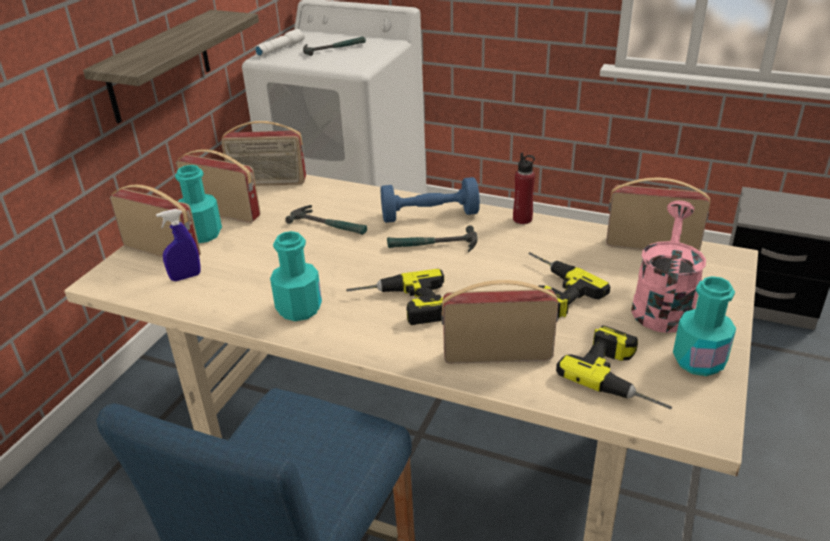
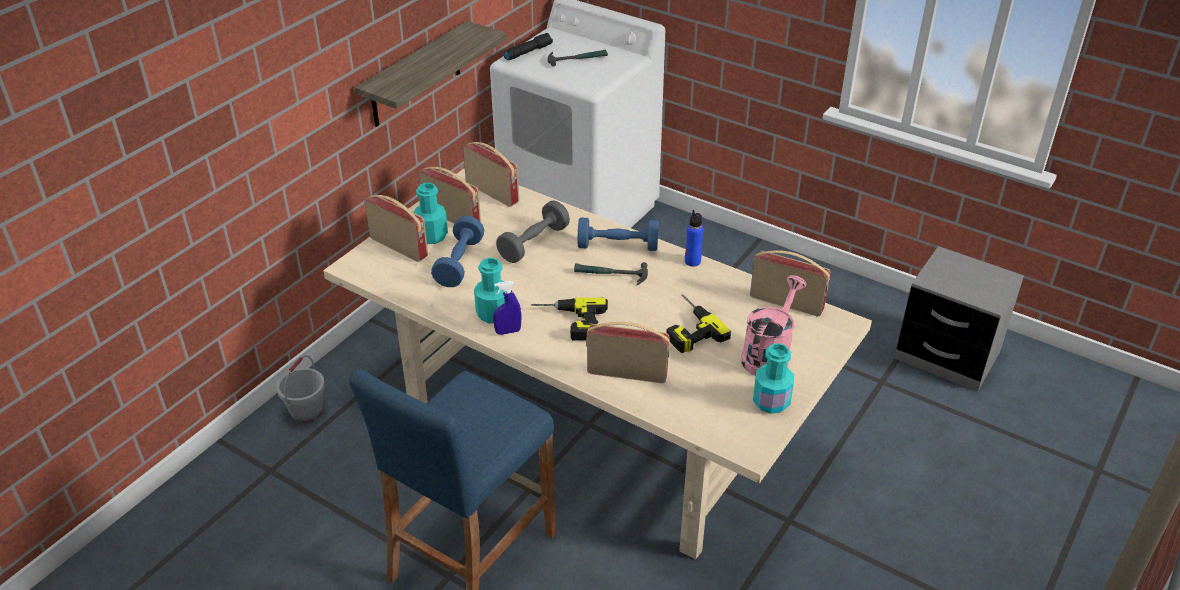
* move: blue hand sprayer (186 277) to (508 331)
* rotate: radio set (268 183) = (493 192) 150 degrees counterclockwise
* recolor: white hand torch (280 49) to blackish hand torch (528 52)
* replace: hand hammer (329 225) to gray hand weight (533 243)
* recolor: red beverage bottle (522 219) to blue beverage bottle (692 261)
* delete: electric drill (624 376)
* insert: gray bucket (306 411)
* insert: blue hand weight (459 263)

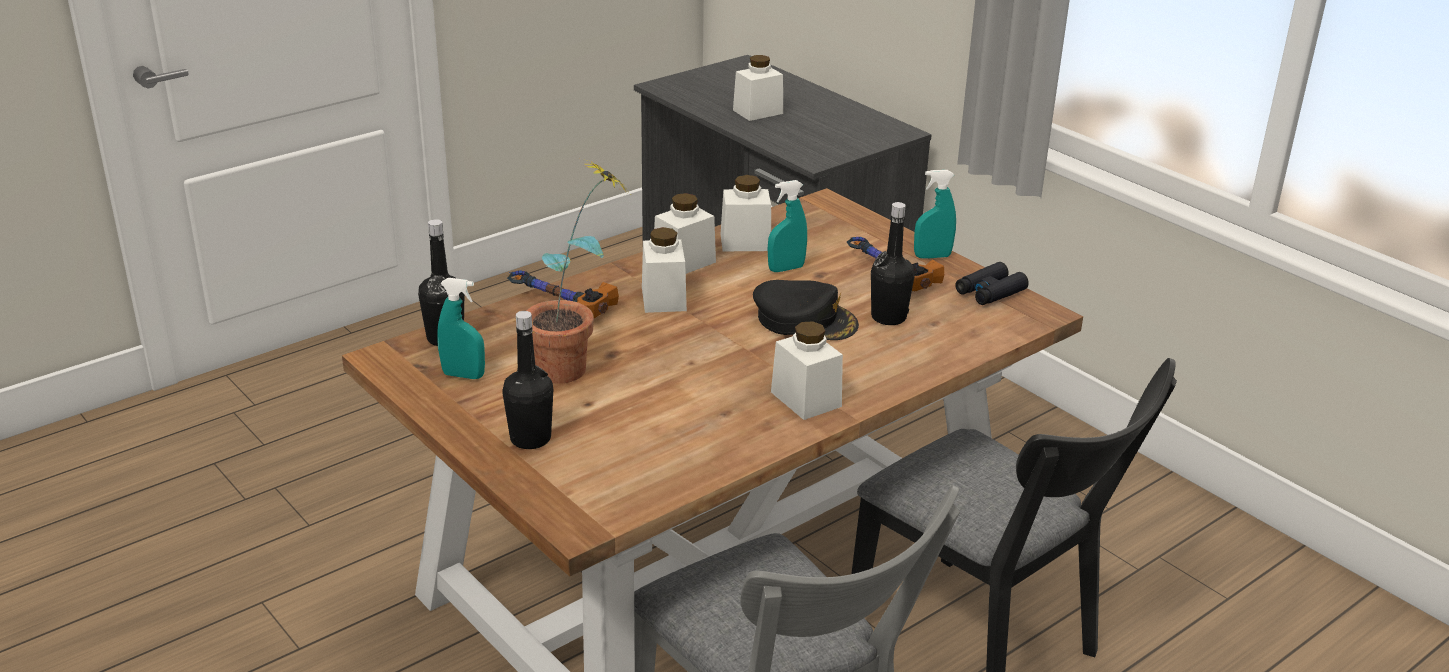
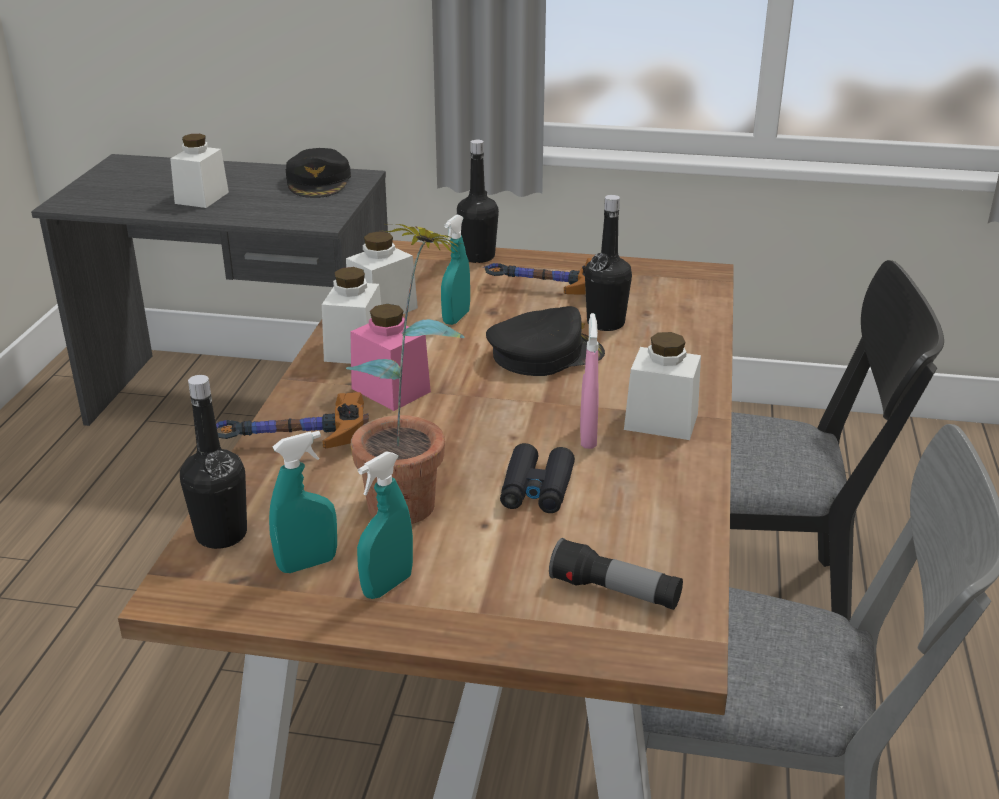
* move: blackish beverage bottle (530 439) to (478 257)
* recolor: white jar (663 299) to pink-coloured jar (391 390)
* move: turquoise-coloured hand sprayer (932 256) to (387 586)
* move: blackish field glasses (990 292) to (536 489)
* insert: blackish cap (319 182)
* insert: hand torch (615 592)
* insert: pink-coloured hand sprayer (588 437)

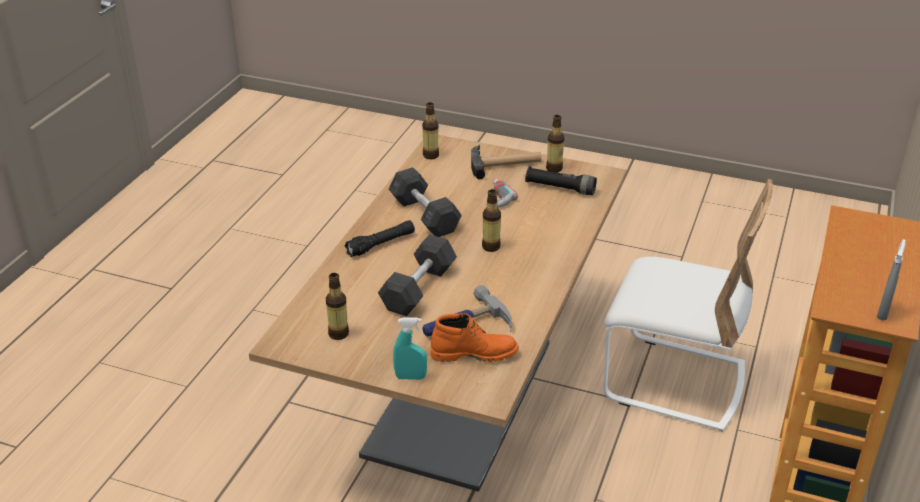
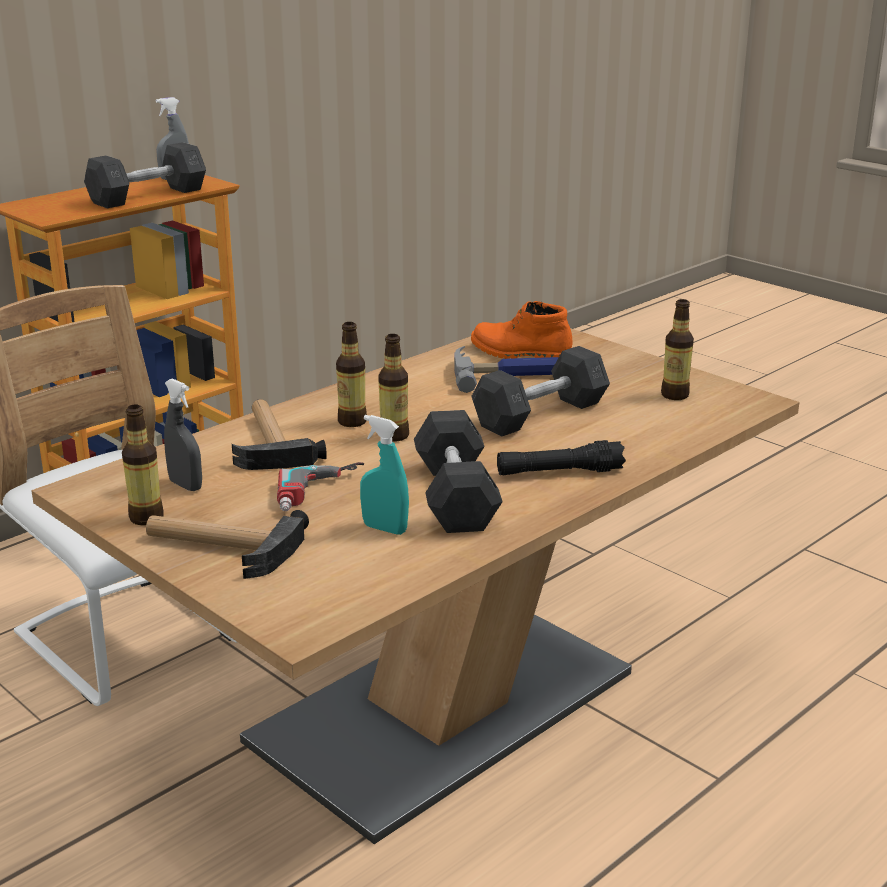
* move: turquoise-coloured hand sprayer (410 377) to (384 529)
* move: beverage bottle (430 155) to (352 422)
* replace: blackish hand torch (560 188) to gray hand sprayer (185 485)
* insert: gray hand weight (148 196)
* insert: hand hammer (270 441)

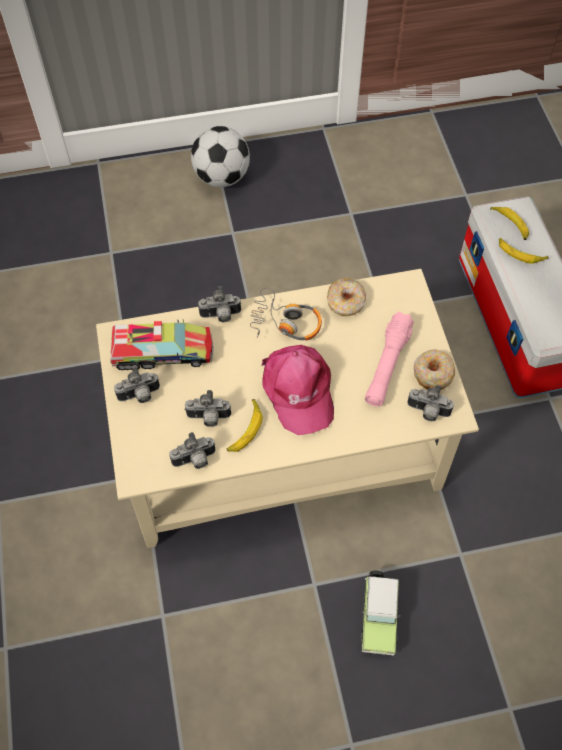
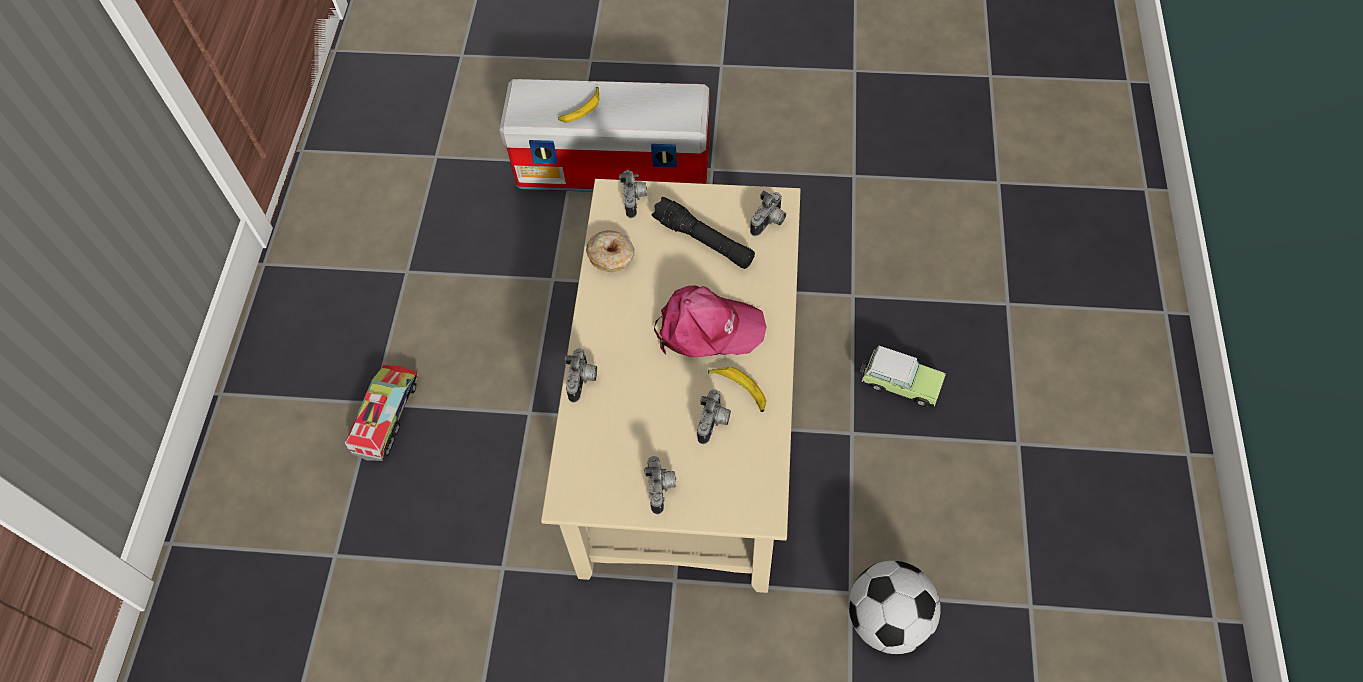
* move: toy truck (162 352) to (386 415)
* move: still camera (195 460) to (635 200)
* move: ball for football (221 178) to (888 620)
* delete: headphones (286 322)
* recolor: pink-coloured hand torch (387 365) to blackish hand torch (704 241)
* delete: donut (432 374)
* delete: banana (510 224)

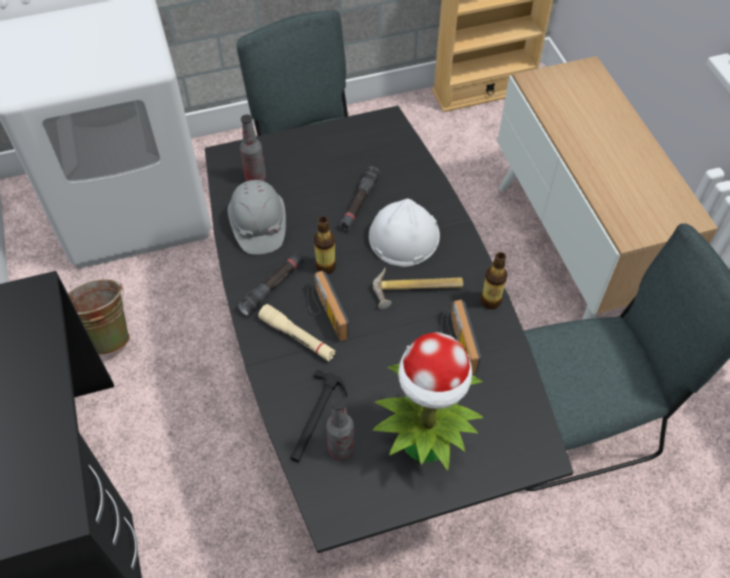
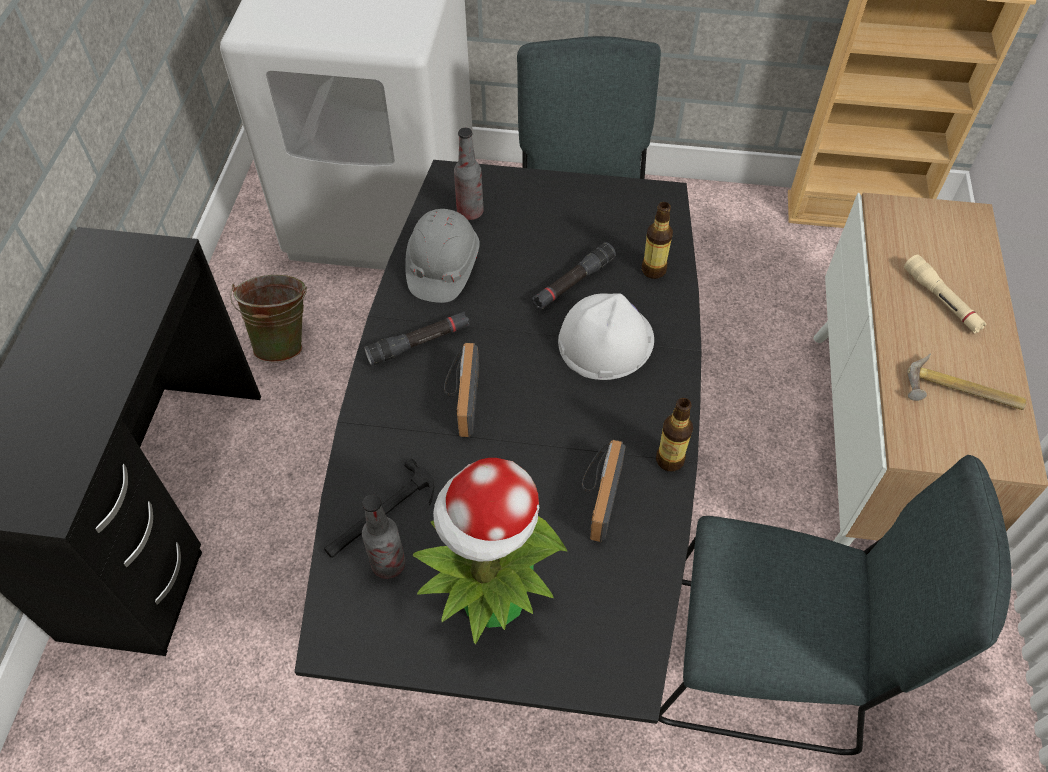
* move: beige hand torch (297 337) to (941 300)
* move: beverage bottle (325 266) to (653 270)
* move: hand hammer (417 291) to (961 395)

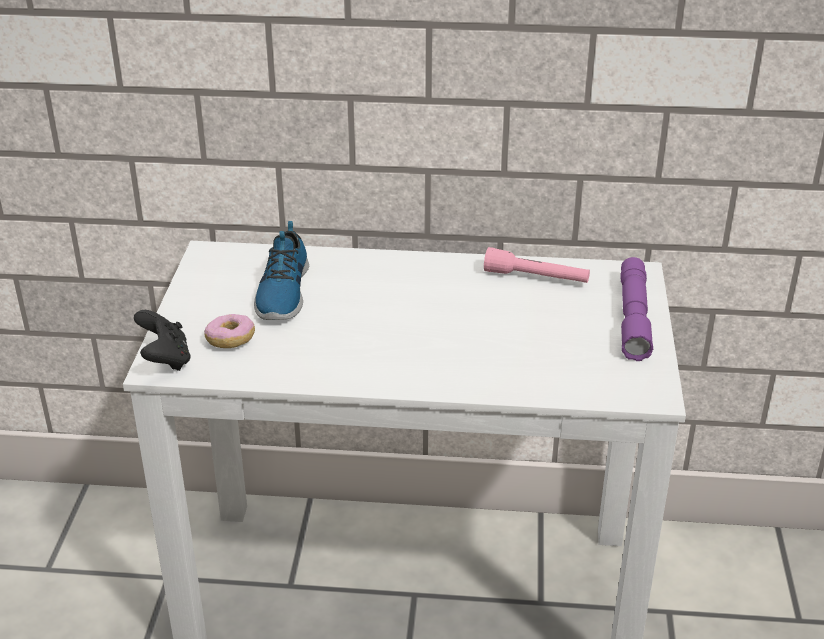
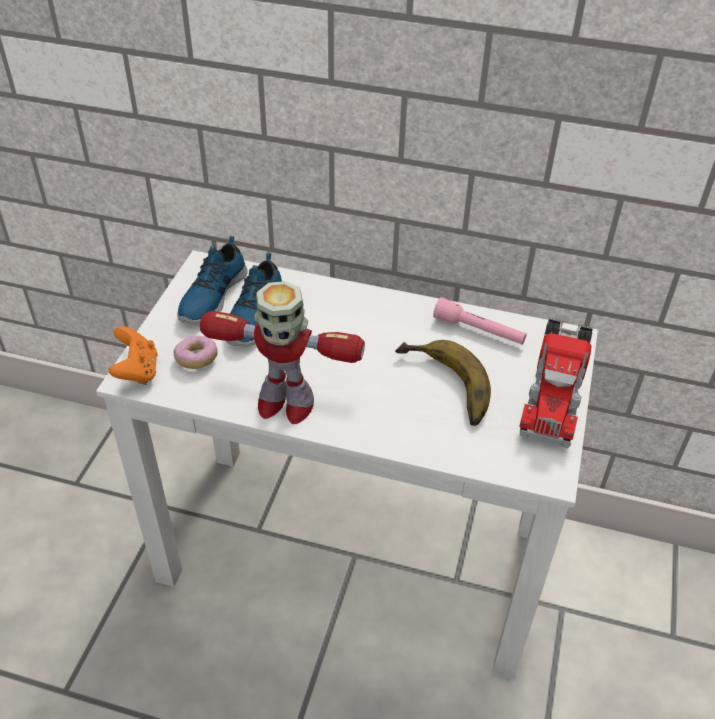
* recolor: blackish joypad (165 360) to orange-coloured joypad (137 371)
* replace: purplish hand torch (633 318) to toy truck (555 387)
* insert: item of footwear (211 295)
* insert: robot figure (284 403)
* insert: banana (442 388)

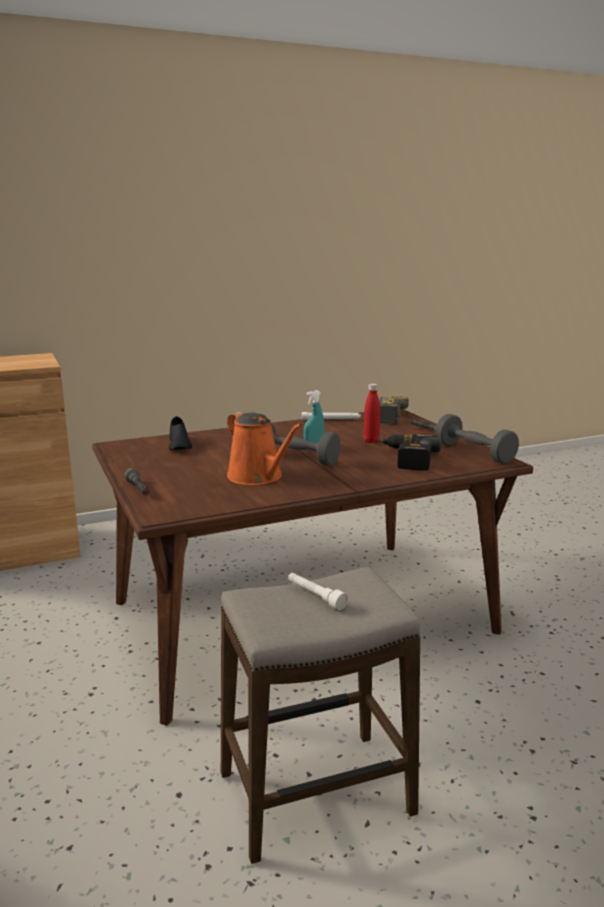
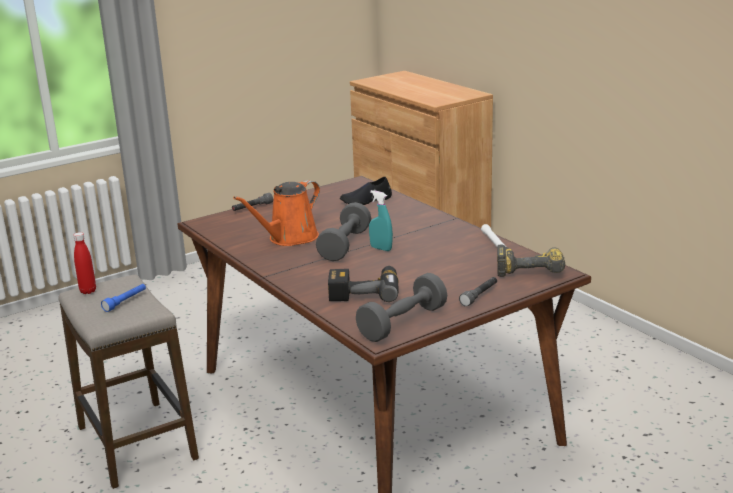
* recolor: white hand torch (315 596) to blue hand torch (125 302)
* move: red beverage bottle (371 441) to (88 291)

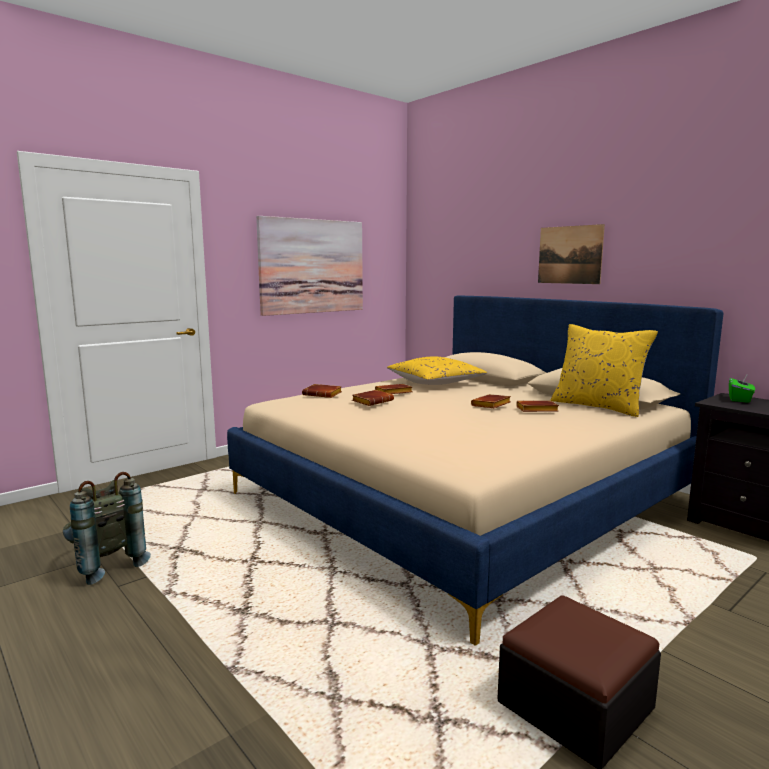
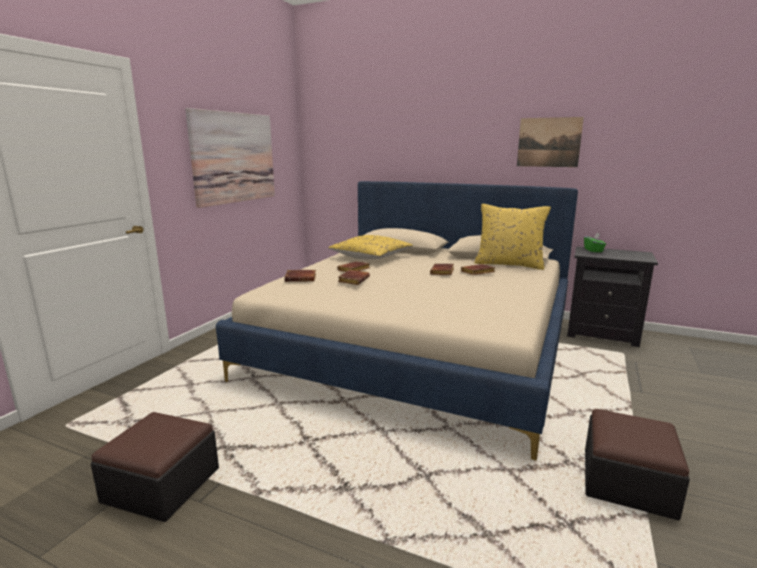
* replace: gray rucksack (104 565) to pouffe (162 485)
* move: picture (569 255) to (549 142)

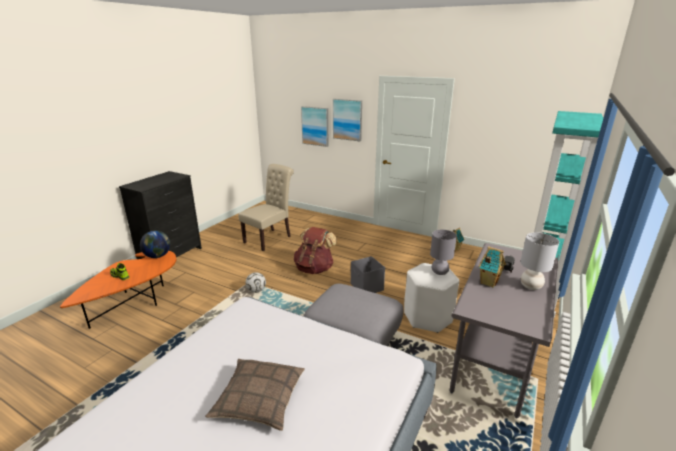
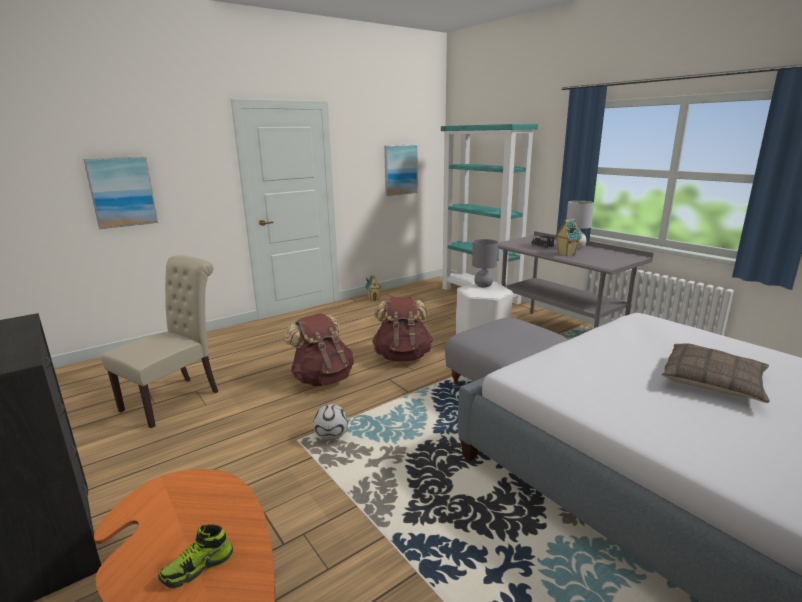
* delete: globe (158 256)
* rotate: beige upright chair (270 238) = (176 398) 60 degrees clockwise
* move: picture (347 119) to (400 169)
* replace: gray storage container (367 287) to brown rucksack (402 356)

